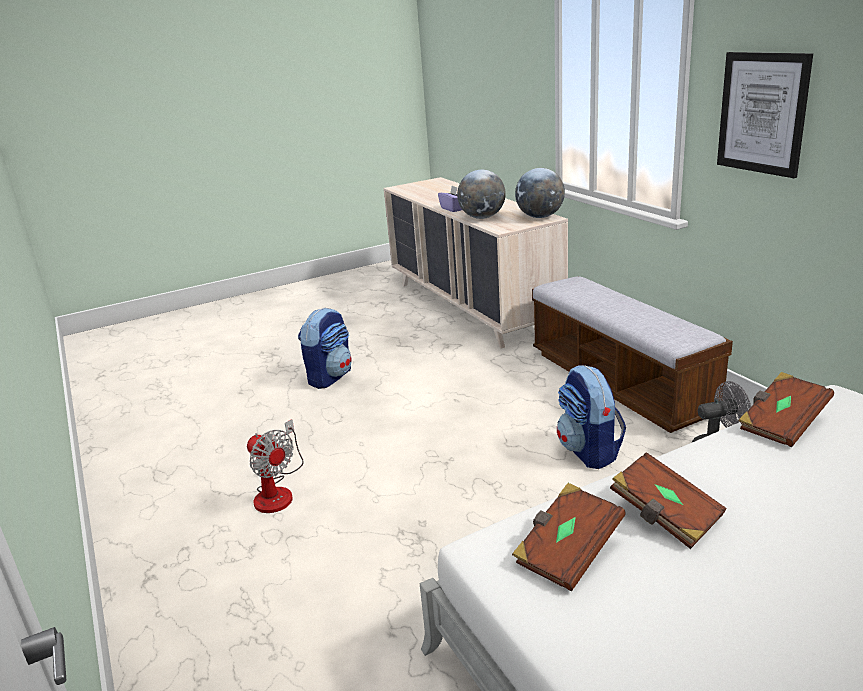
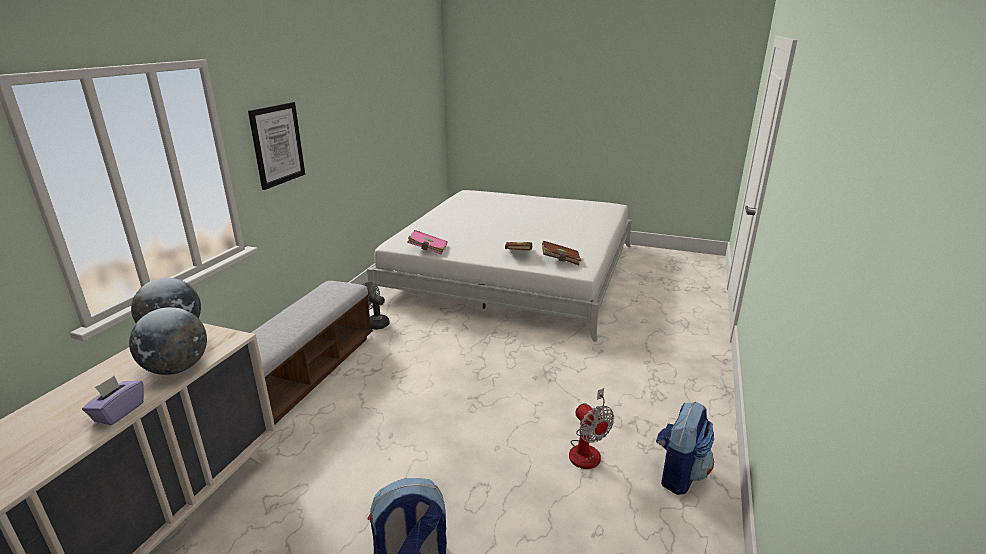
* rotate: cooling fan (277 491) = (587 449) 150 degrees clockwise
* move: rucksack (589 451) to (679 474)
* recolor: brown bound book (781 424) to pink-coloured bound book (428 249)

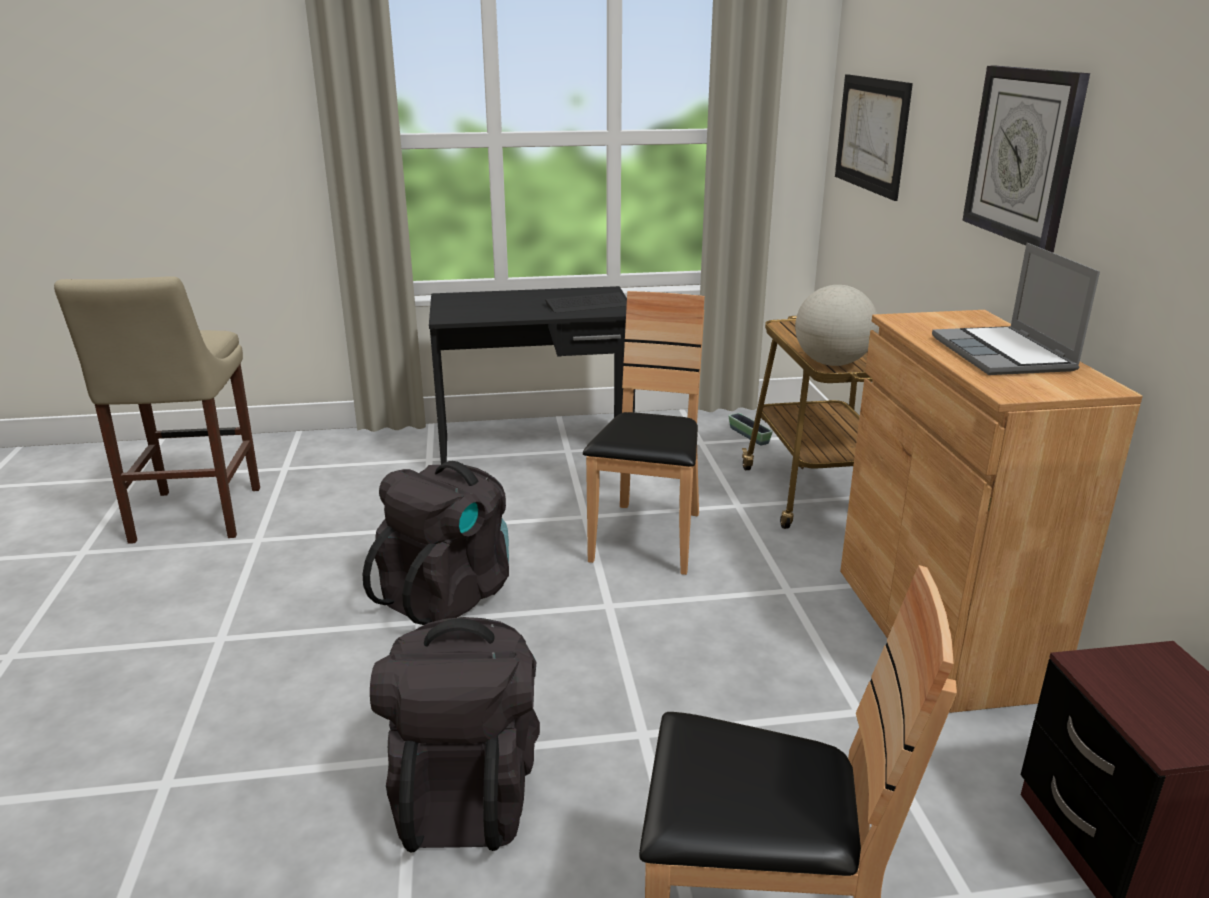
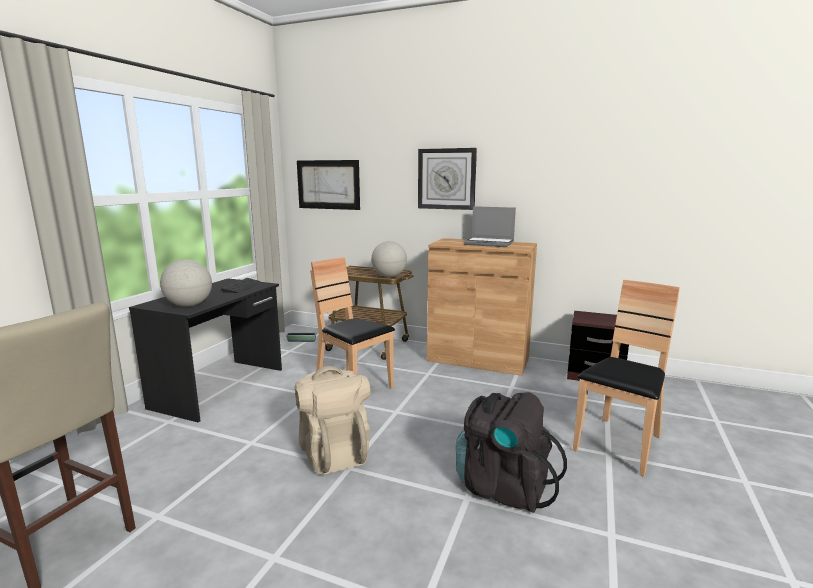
* recolor: blackish rucksack (448 594) to beige rucksack (333 452)
* insert: globe (189 305)

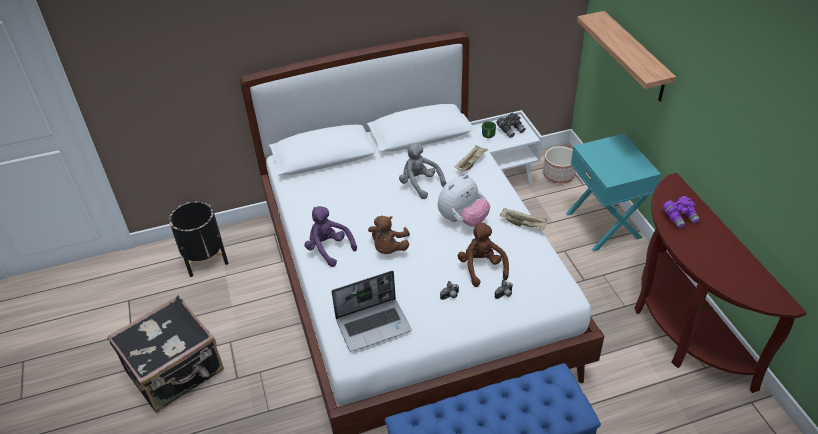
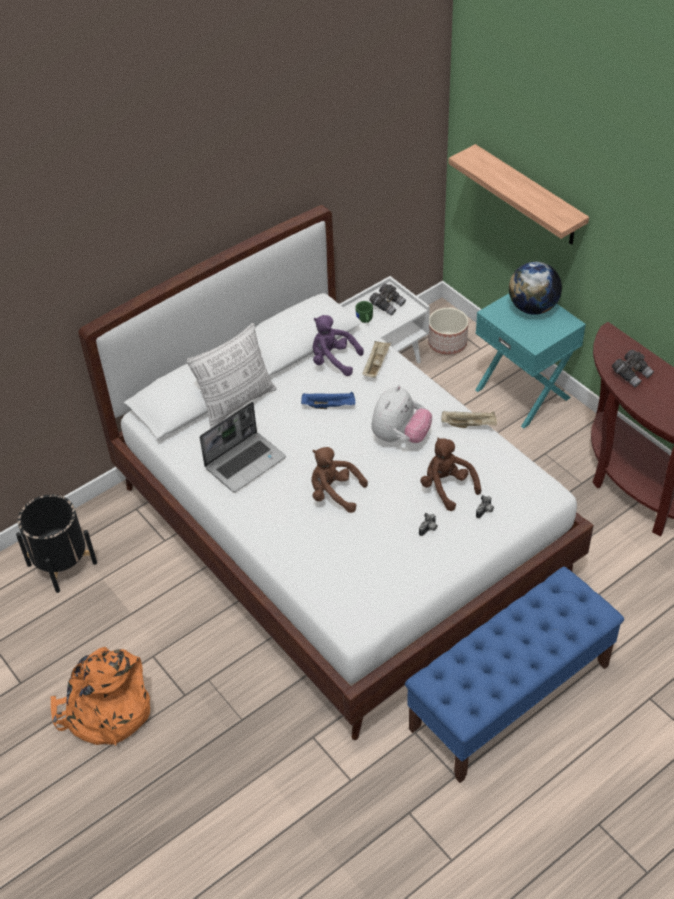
* replace: blackish piece of luggage (176 371) to orange-coloured rucksack (105 710)
* move: purplish cuddly toy (328 249) to (333 360)
* move: portable computer (374 325) to (245 462)
* rotate: brown cuddly toy (389 248) = (334 493) 120 degrees clockwise
* replace: gray cuddly toy (419 184) to blue tray (329 406)
* recolor: purplish field glasses (680 217) to gray field glasses (631 374)
* insert: pillow (237 403)
* insert: globe (533 308)

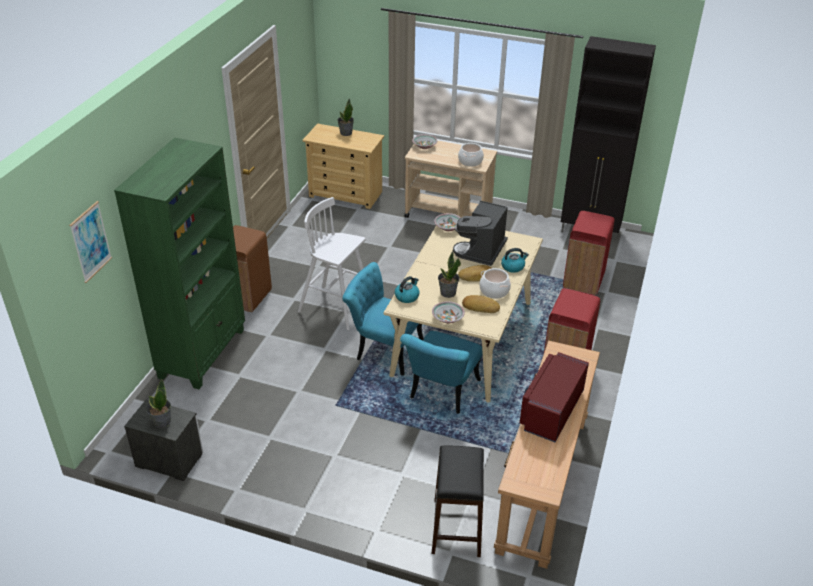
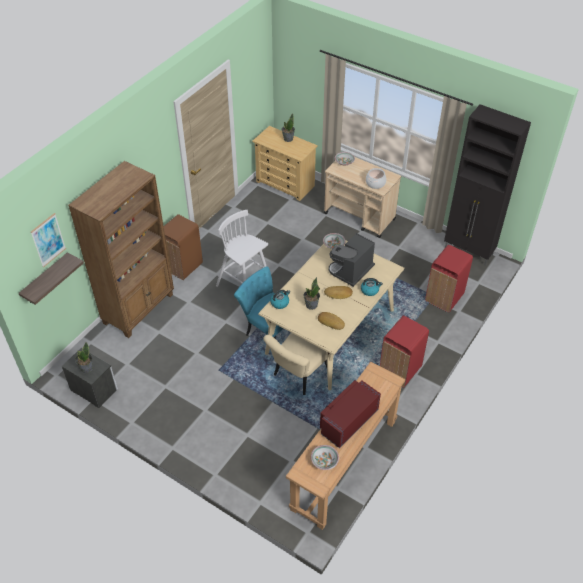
* recolor: green bookcase (203 353) to brown bookcase (139 308)
* recolor: turquoise-coloured upright chair (441 394) to beige upright chair (297 376)
* move: serving bowl (447 318) to (324 461)
* delete: blackish stool seat (456 528)
* delete: cooking pot (494 291)
* insert: bracket shelf (46 279)

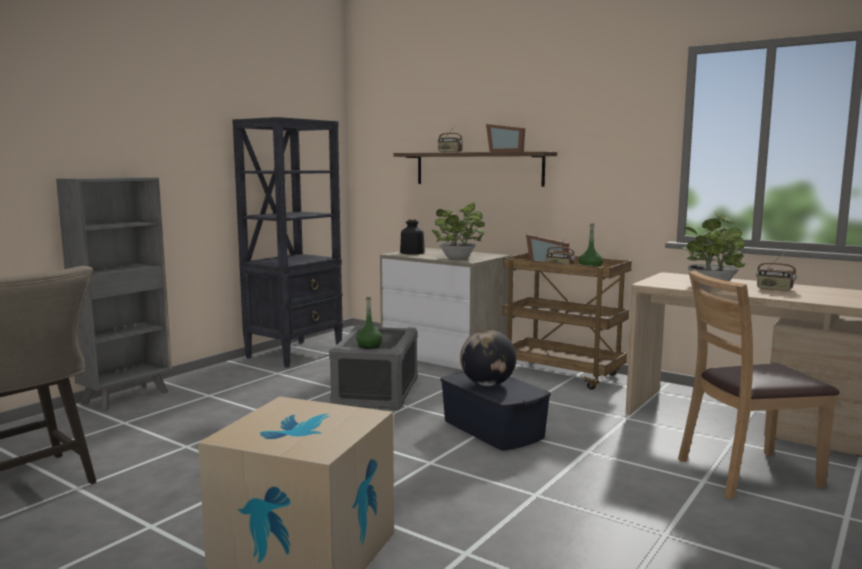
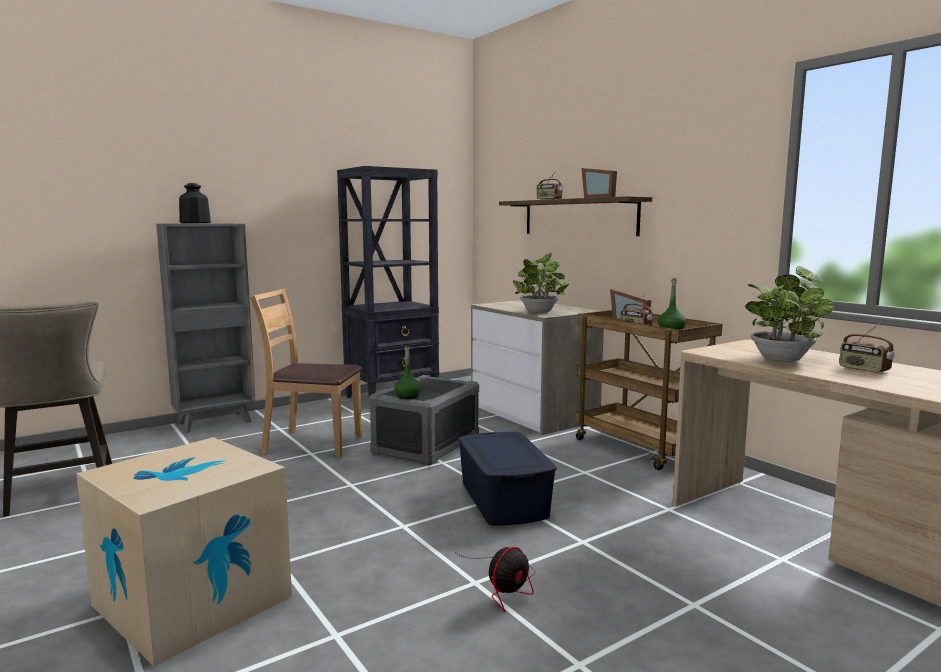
* move: beverage bottle (412 253) to (195 223)
* delete: globe (487 384)
* move: brown upright chair (747 474) to (312 444)
* insert: cooling fan (506 586)

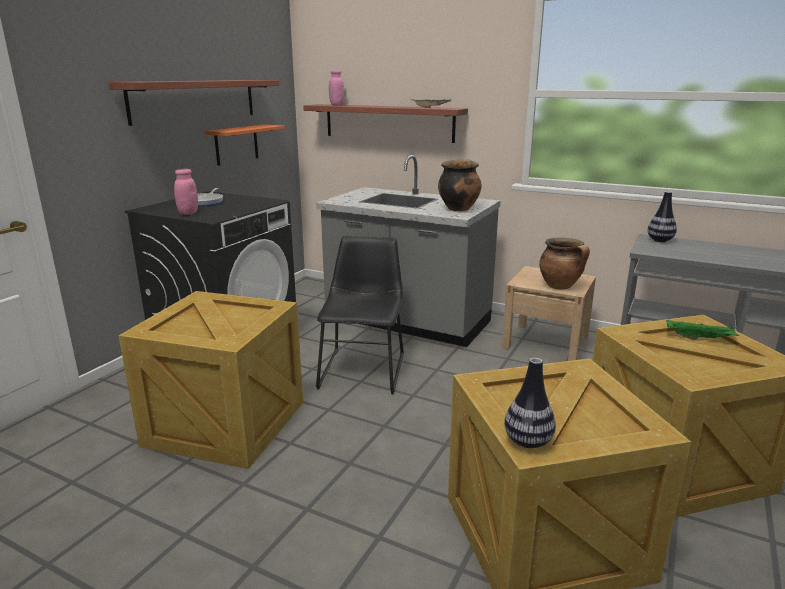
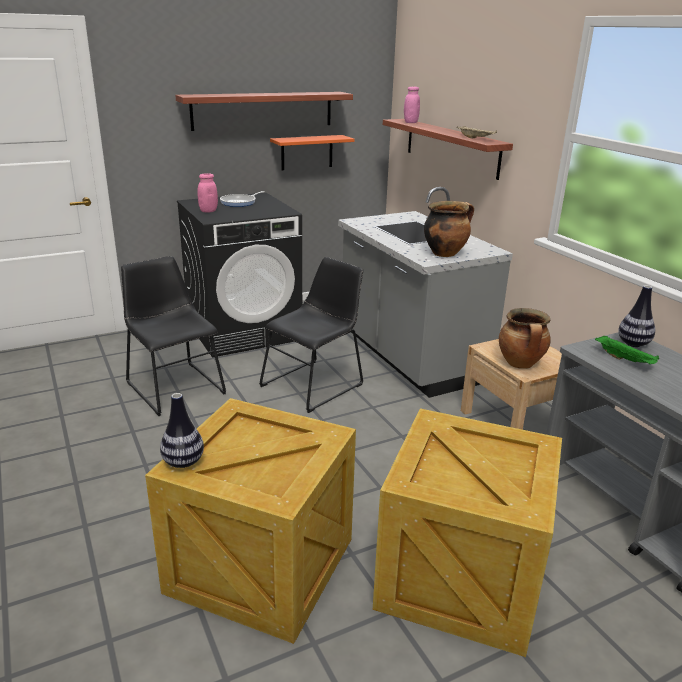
* replace: shipping crate (225 422) to blackish upright chair (174 386)
* move: green tray (700 338) to (625 360)

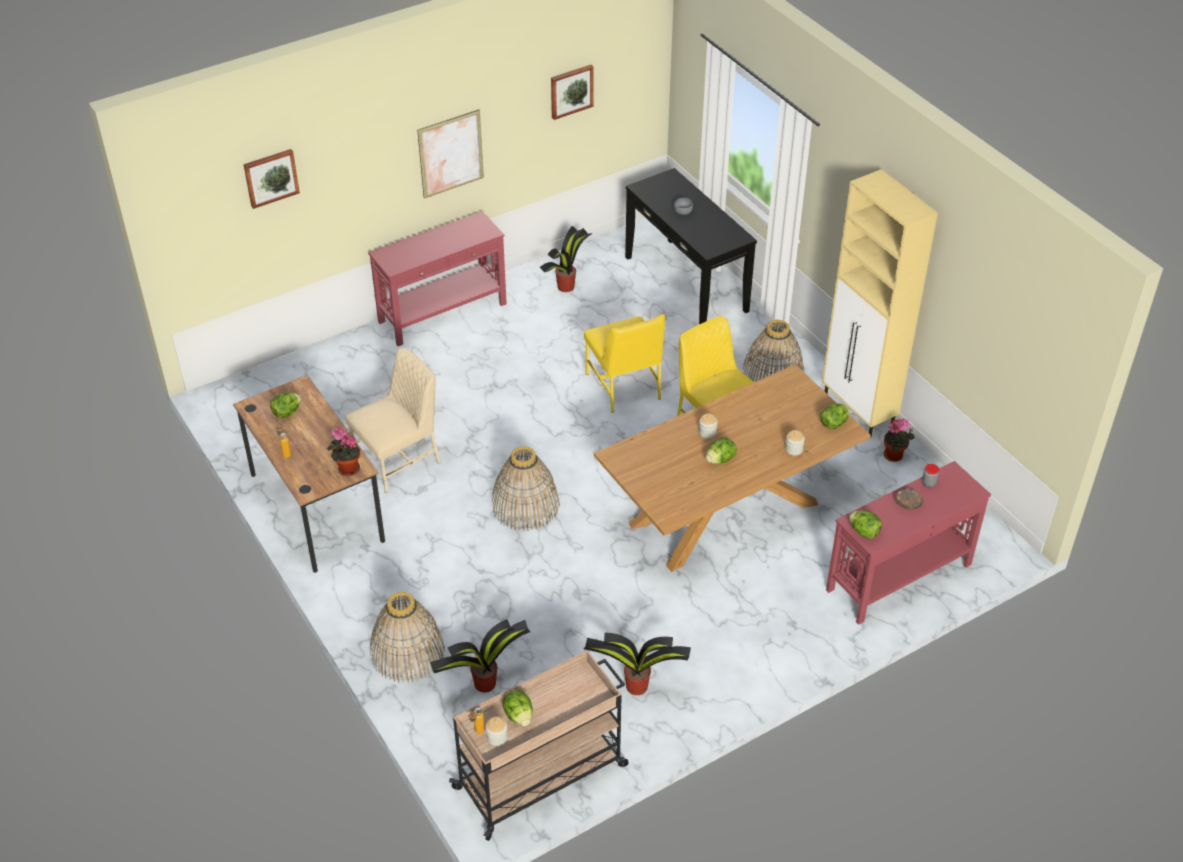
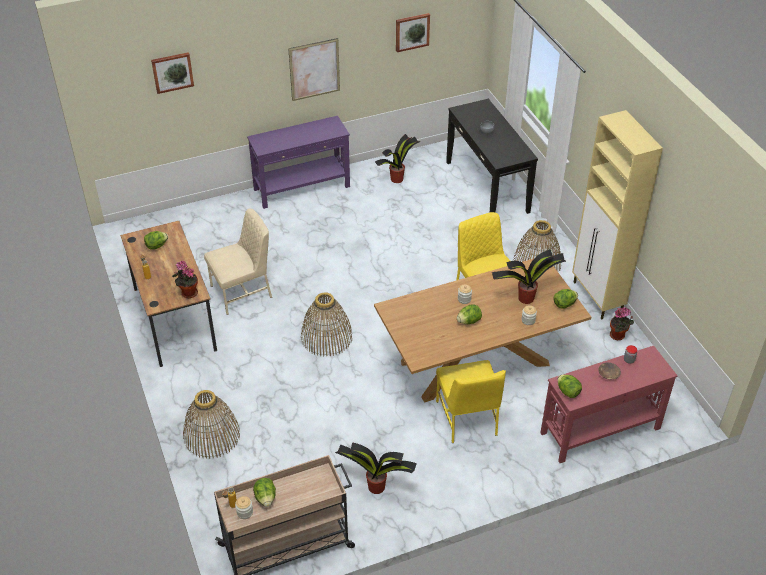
* recolor: red console table (443 313) to purplish console table (302 188)
* move: houseplant (483 684) to (525 298)
* move: yellow upright chair (624 386) to (467 419)

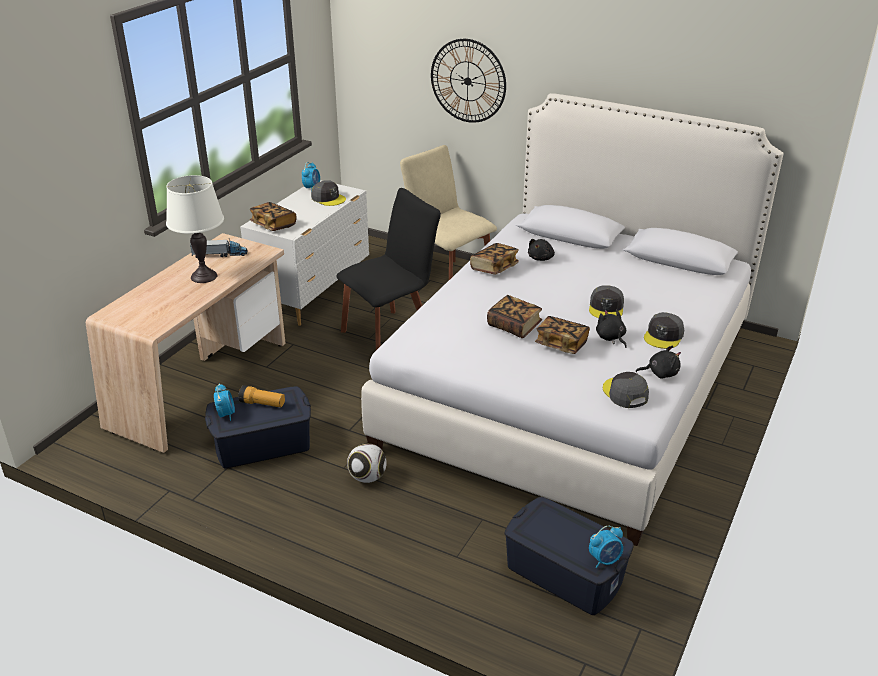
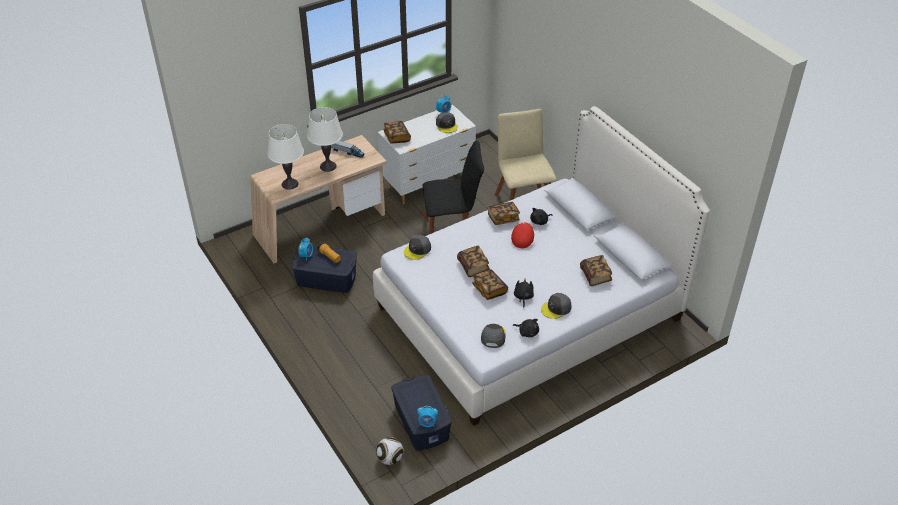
* move: ball for football (367 477) to (390 459)
* delete: wall clock (468 81)
* move: gray cap (606 308) to (417 250)
* insert: white lamp for a table (290 184)
* insert: red cap (522 238)
* insert: bound book (595 276)

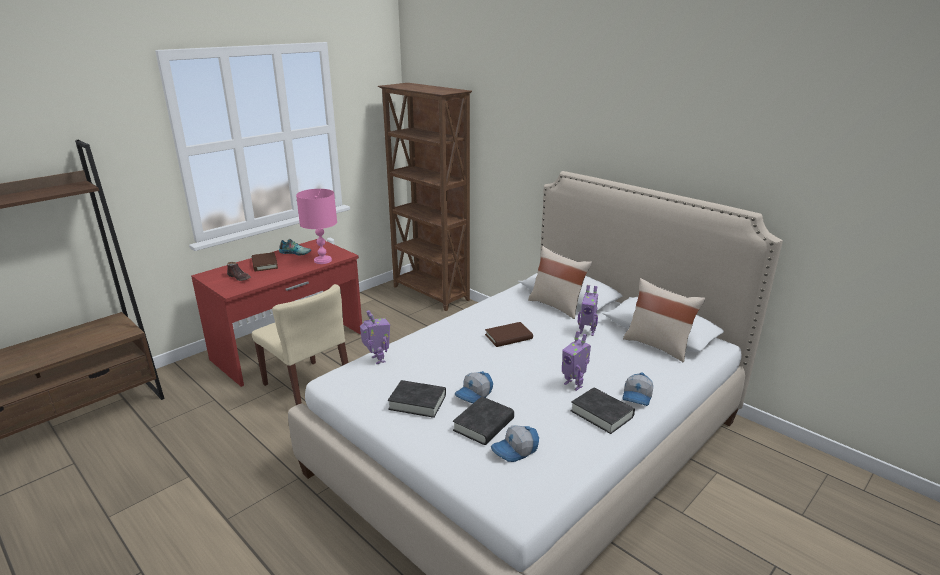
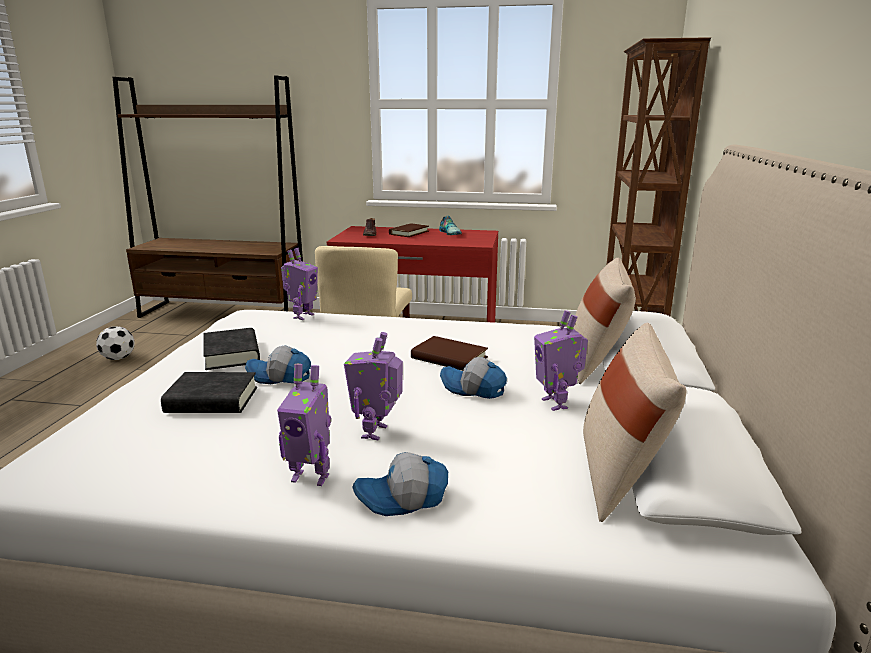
* delete: pink-coloured lamp for a table (322 260)
* move: cap (515 450) to (473 389)
* replace: blackish bound book (601 414) to robot figure (311 476)
* insert: ball for football (119 358)

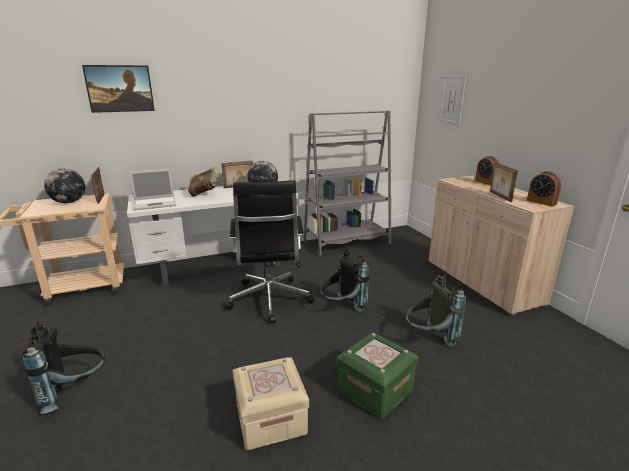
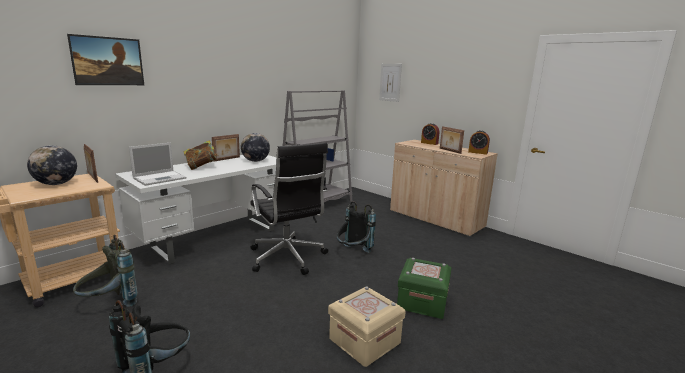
* move: gray rucksack (429 339) to (109 304)

